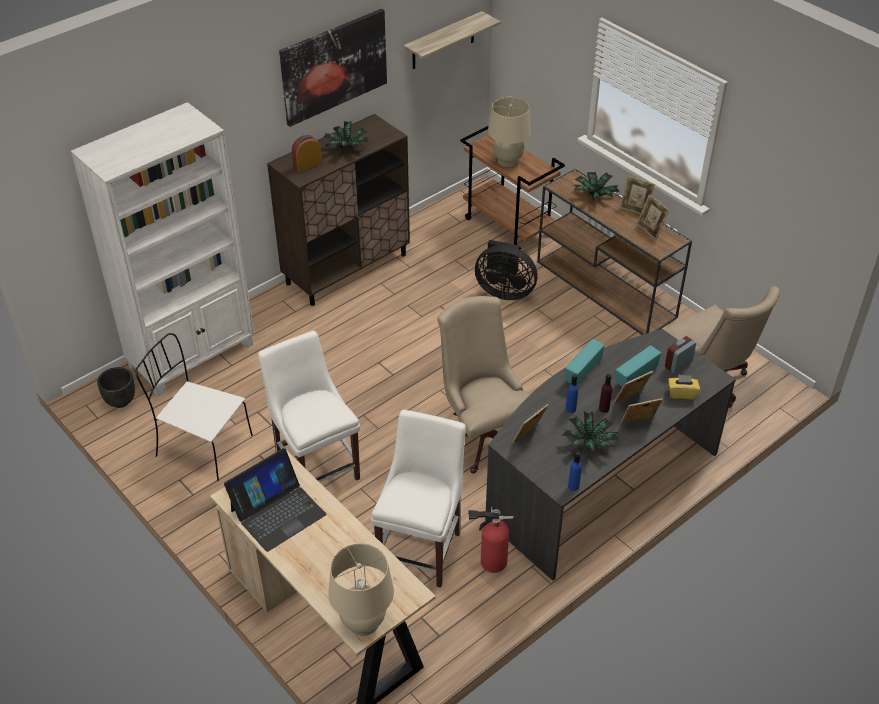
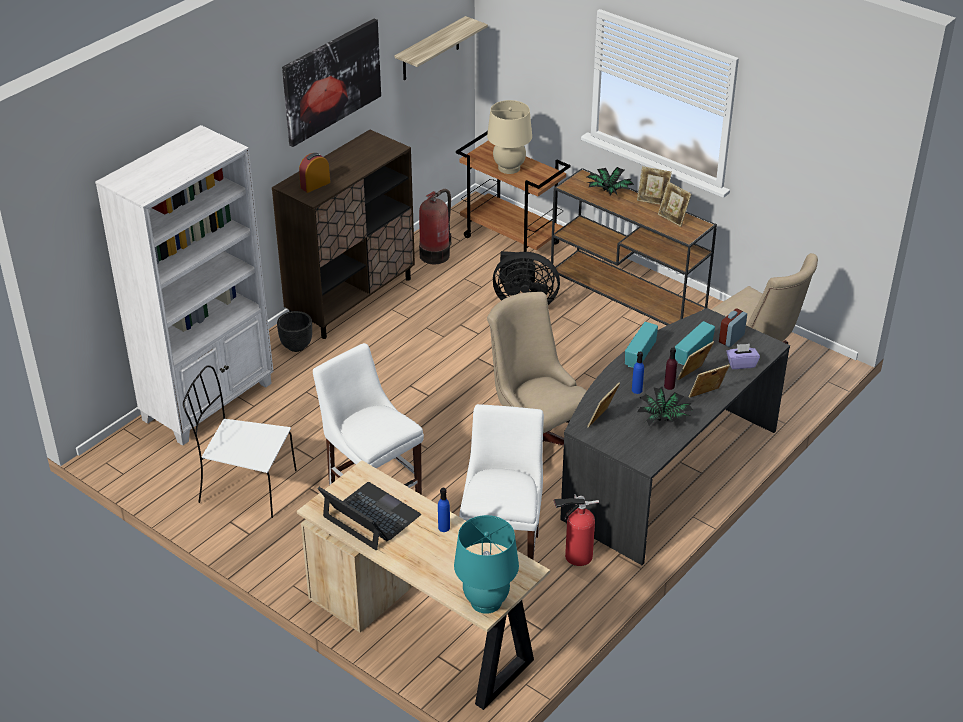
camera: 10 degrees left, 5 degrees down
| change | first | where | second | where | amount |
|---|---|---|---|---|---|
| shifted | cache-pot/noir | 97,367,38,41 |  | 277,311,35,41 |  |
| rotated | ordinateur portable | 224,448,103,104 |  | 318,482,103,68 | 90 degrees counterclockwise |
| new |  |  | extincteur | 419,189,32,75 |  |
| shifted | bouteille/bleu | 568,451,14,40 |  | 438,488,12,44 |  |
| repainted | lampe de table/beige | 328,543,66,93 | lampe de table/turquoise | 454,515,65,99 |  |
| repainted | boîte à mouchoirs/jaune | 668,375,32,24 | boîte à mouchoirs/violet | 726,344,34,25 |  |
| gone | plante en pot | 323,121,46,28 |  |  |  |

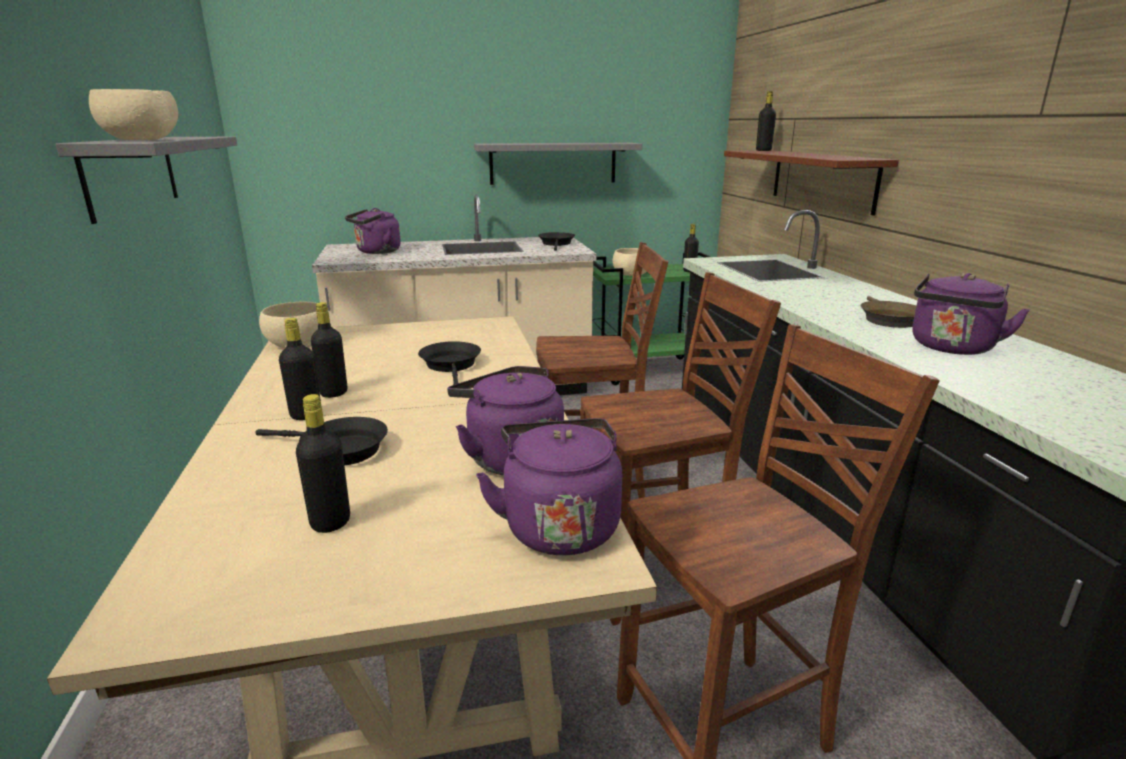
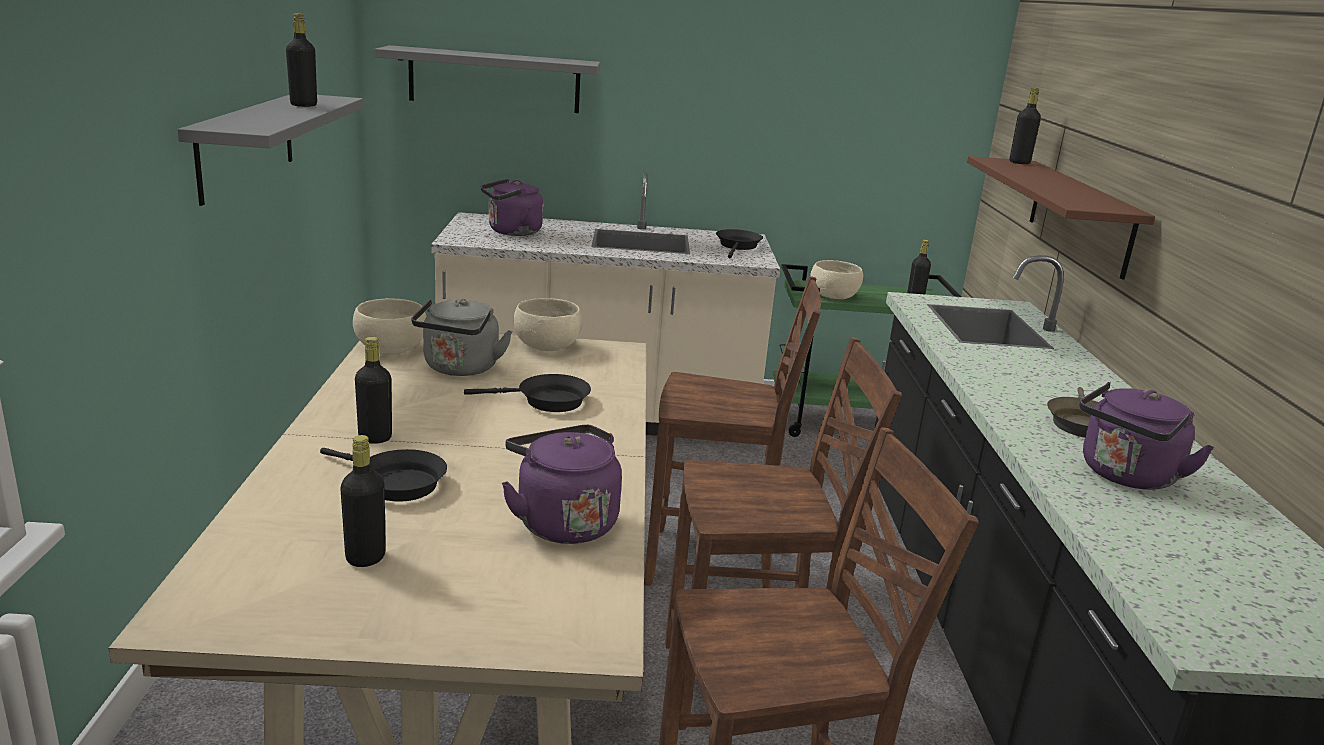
camera: 10 degrees right, 0 degrees up
| change | first | where | second | where | amount |
|---|---|---|---|---|---|
| shifted | bouteille/noir | 311,302,36,96 |  | 286,13,31,94 |  |
| shifted | étagère/gris | 474,143,168,42 |  | 374,45,226,68 |  |
| new |  |  | bouilloire/gris | 411,298,101,78 |  |
| rotated | poêle/noir | 418,341,63,44 |  | 464,374,127,38 | 90 degrees clockwise |
| shifted | bol/beige | 89,89,89,51 |  | 514,298,69,53 |  |
| gone | bouilloire/violet | 476,418,146,137 |  |  |  |

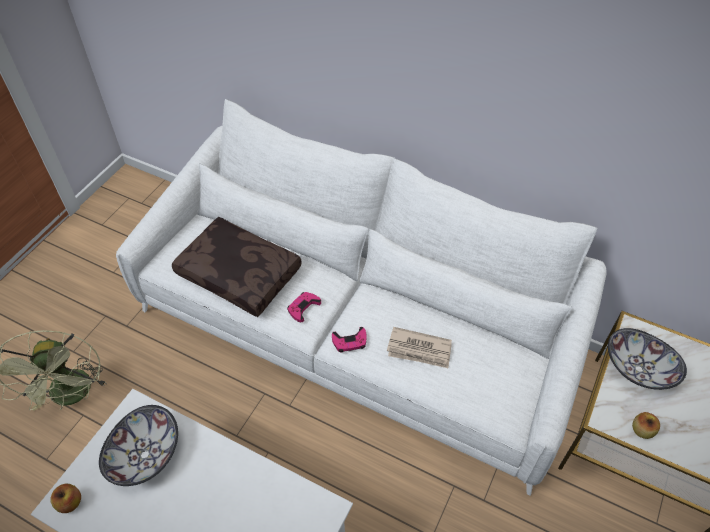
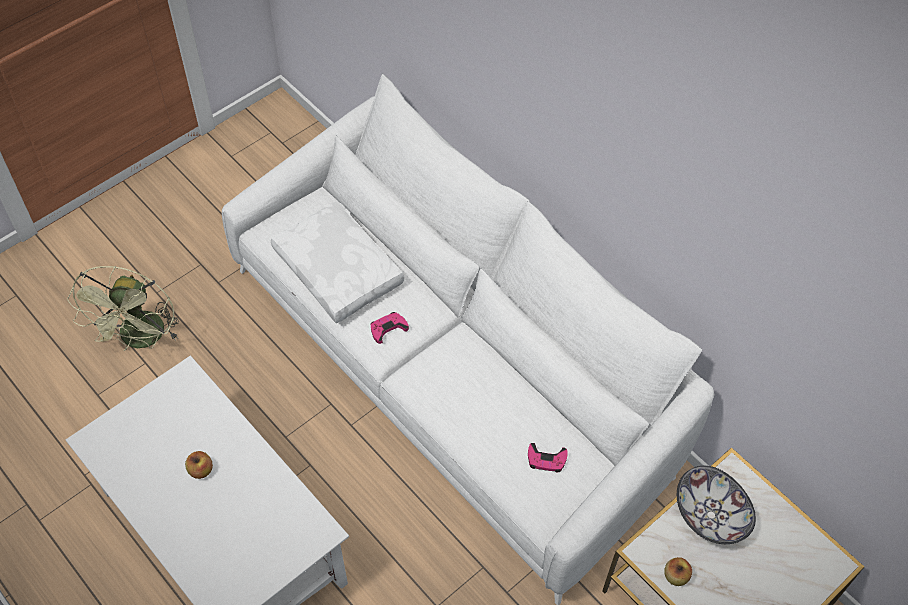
camera: 20 degrees right, 5 degrees up
| change | first | where | second | where | amount |
|---|---|---|---|---|---|
| shifted | pomme | 50,483,31,30 |  | 185,451,28,28 |  |
| repainted | coussin/marron | 172,217,130,100 | coussin/blanc | 271,201,133,123 |  |
| shifted | manette/rose | 332,327,35,25 |  | 528,443,40,29 |  |
| gone | bol | 99,405,79,81 |  |  |  |
| gone | journal | 387,327,65,41 |  |  |  |

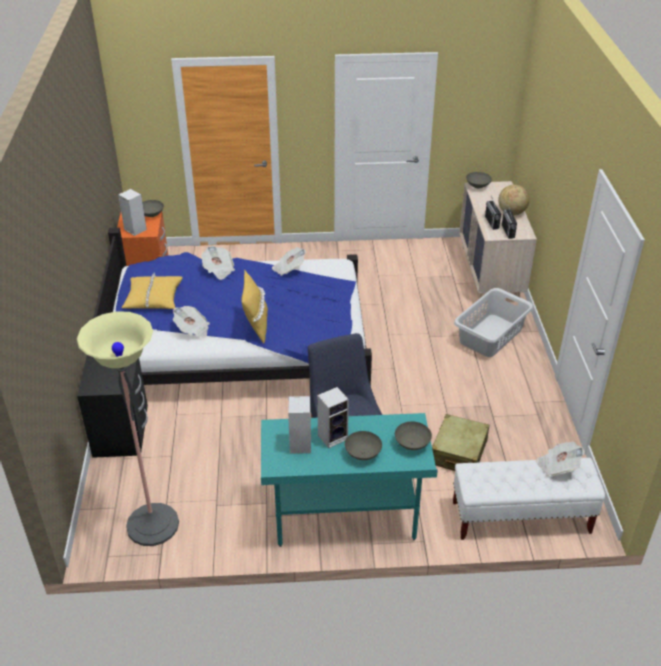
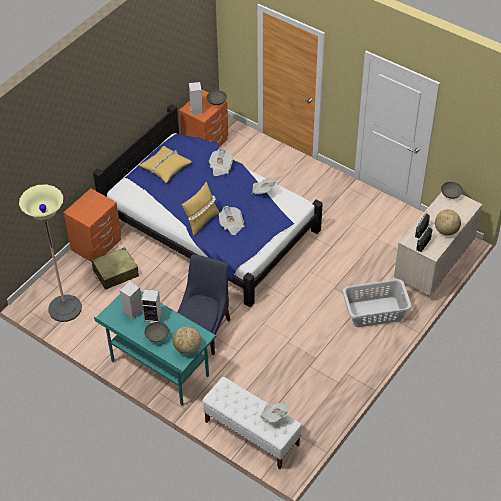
camera: 40 degrees right, 10 degrees up
| change | first | where | second | where | amount |
|---|---|---|---|---|---|
| repainted | table de chevet/noir | 77,355,71,103 | table de chevet/orange | 63,188,59,74 |  |
| shifted | valise/beige | 432,414,57,57 |  | 92,247,47,43 |  |
| swapped | bol/gris | 395,421,37,29 | globe | 173,326,28,28 |  |
| shifted | journal | 173,306,37,32 |  | 219,206,26,29 |  |

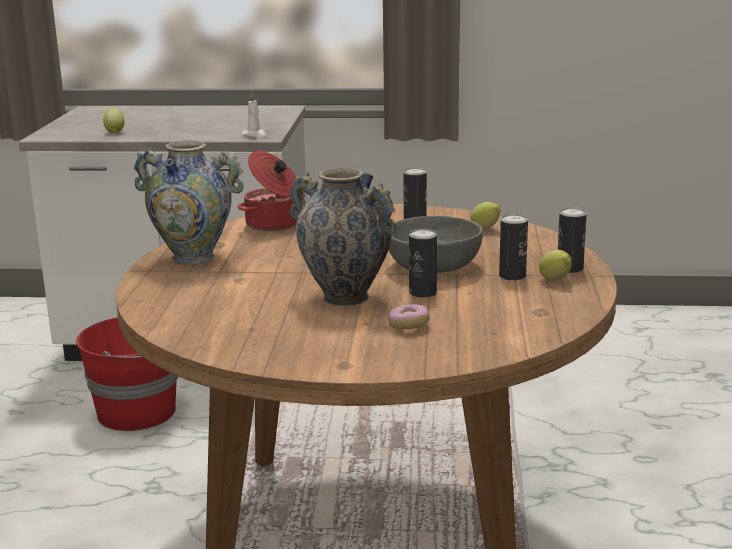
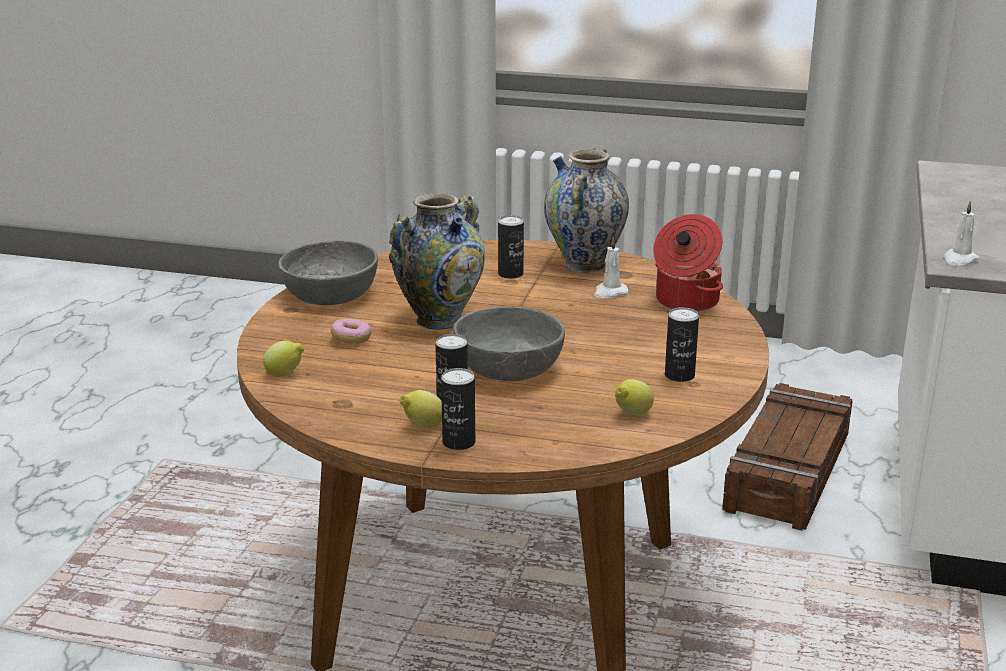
camera: 100 degrees right, 5 degrees up
| change | first | where | second | where | amount |
|---|---|---|---|---|---|
| shifted | citron | 103,108,22,25 |  | 263,340,41,37 |  |
| new |  |  | bol/gris | 278,240,100,65 |  |
| shifted | boîte métallique | 409,229,28,69 |  | 498,215,26,64 |  |
| new |  |  | bougie/blanc | 594,236,34,62 |  |
| swapped | seau/rouge | 76,317,102,114 | caisse | 722,383,131,147 |  |

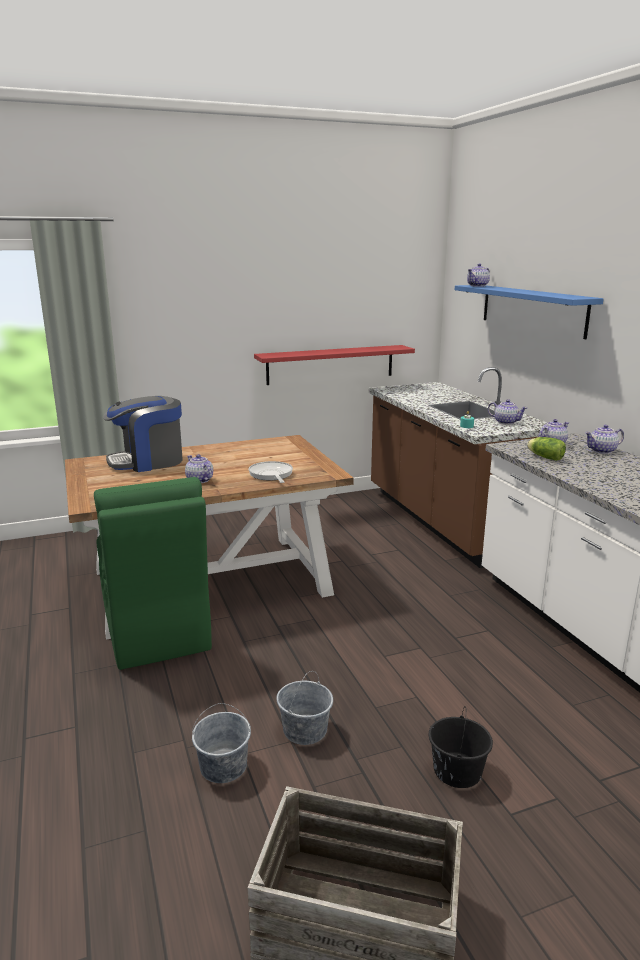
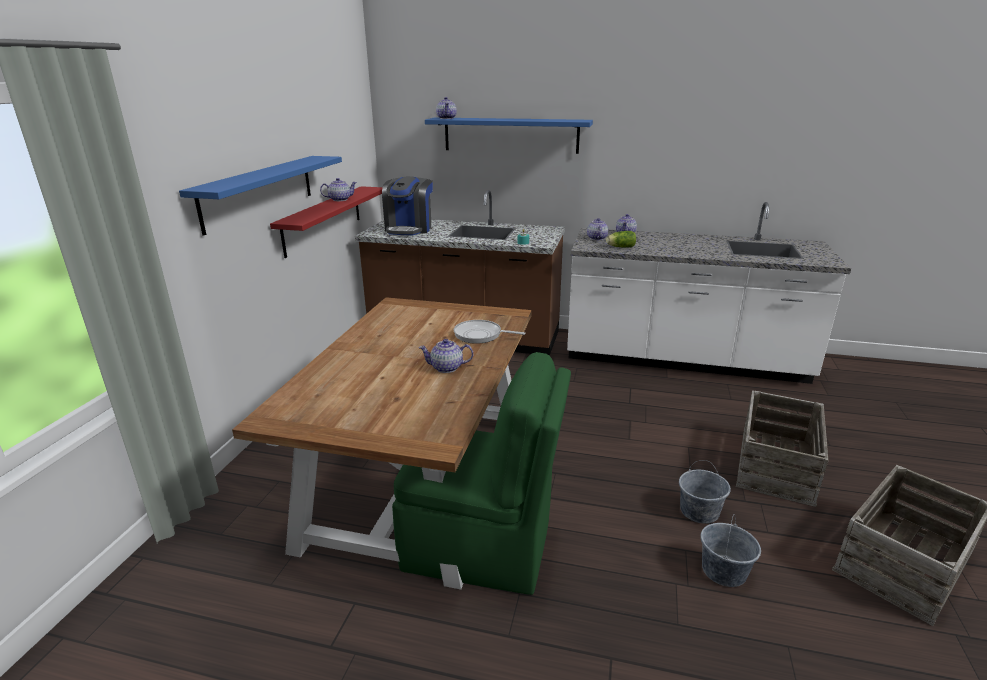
camera: 55 degrees left, 5 degrees up
| change | first | where | second | where | amount |
|---|---|---|---|---|---|
| new |  |  | étagère/bleu | 179,156,163,80 |  |
| shifted | théière | 488,399,39,26 |  | 320,178,37,23 |  |
| shifted | machine à café | 103,396,80,76 |  | 382,176,51,59 |  |
| swapped | seau/noir | 429,706,64,82 | caisse | 736,390,92,117 |  |

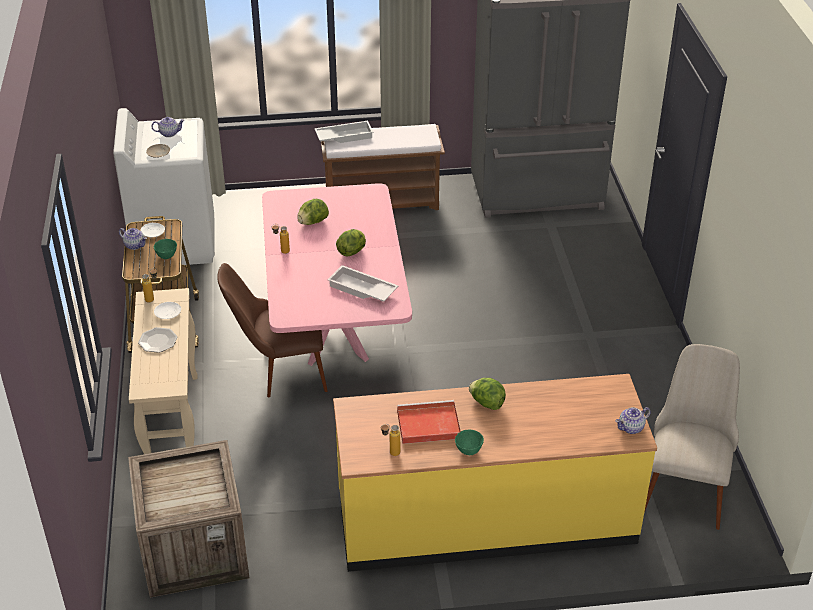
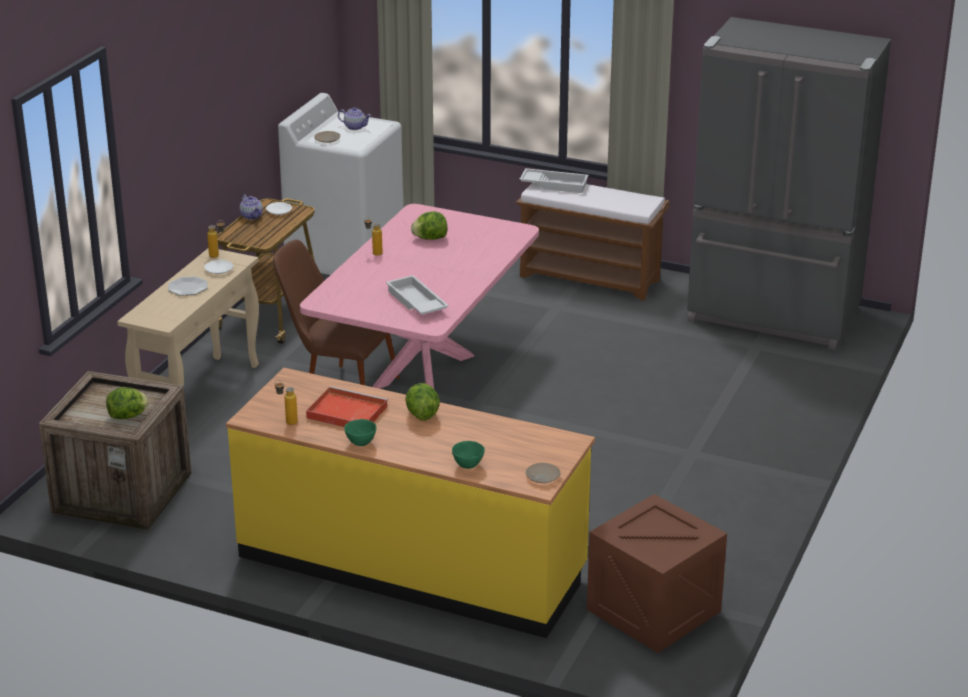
camera: 30 degrees right, 10 degrees down
| change | first | where | second | where | amount |
|---|---|---|---|---|---|
| shifted | laitue | 336,229,30,28 |  | 106,387,43,32 |  |
| shifted | bol/vert | 154,239,23,20 |  | 452,441,33,28 |  |
| swapped | théière | 615,407,35,27 | assiette/beige | 526,463,35,20 |  |
| swapped | chaise/beige | 644,344,96,186 | caisse | 587,494,140,159 |  |

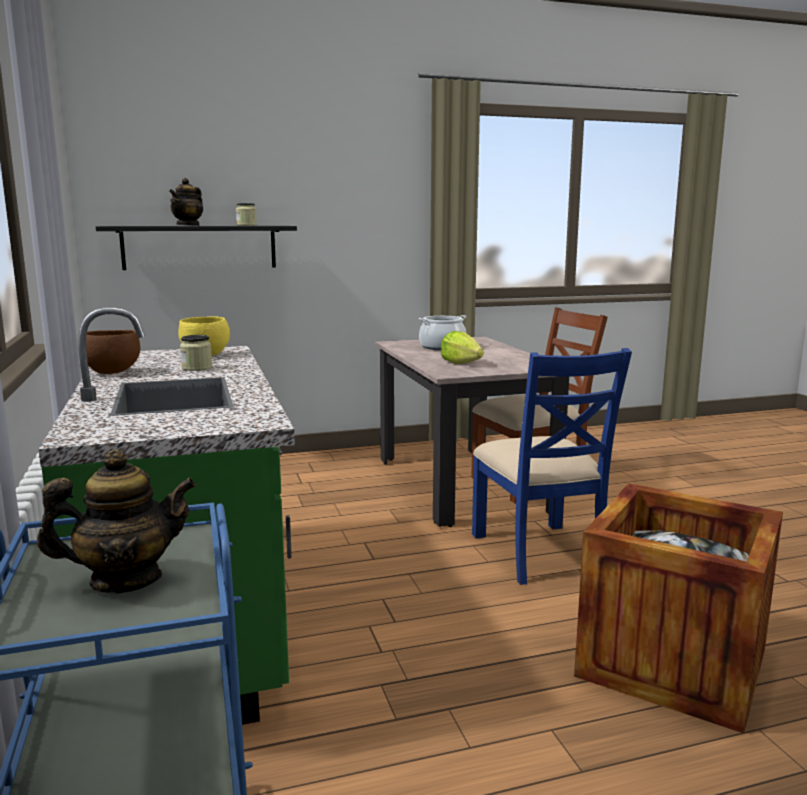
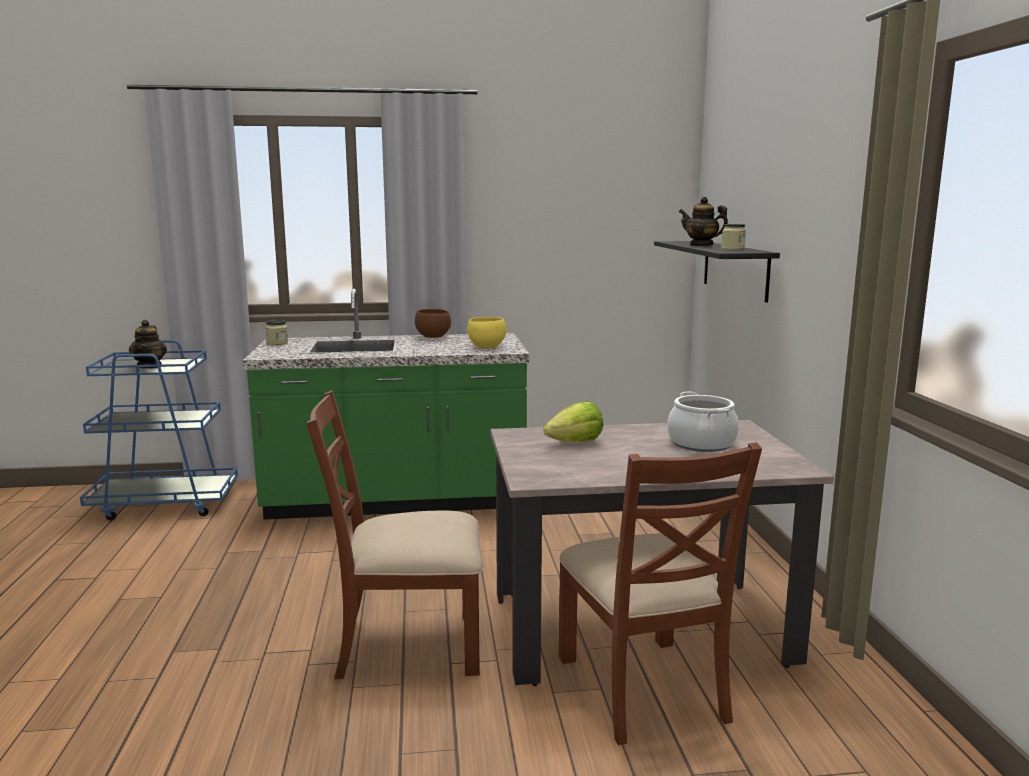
camera: 100 degrees right, 0 degrees up
| change | first | where | second | where | amount |
|---|---|---|---|---|---|
| shifted | bocal | 180,335,32,36 |  | 265,320,23,25 |  |
| repainted | chaise/bleu | 472,348,160,237 | chaise/marron | 306,390,177,289 |  |
| gone | caisse | 574,483,209,250 |  |  |  |

